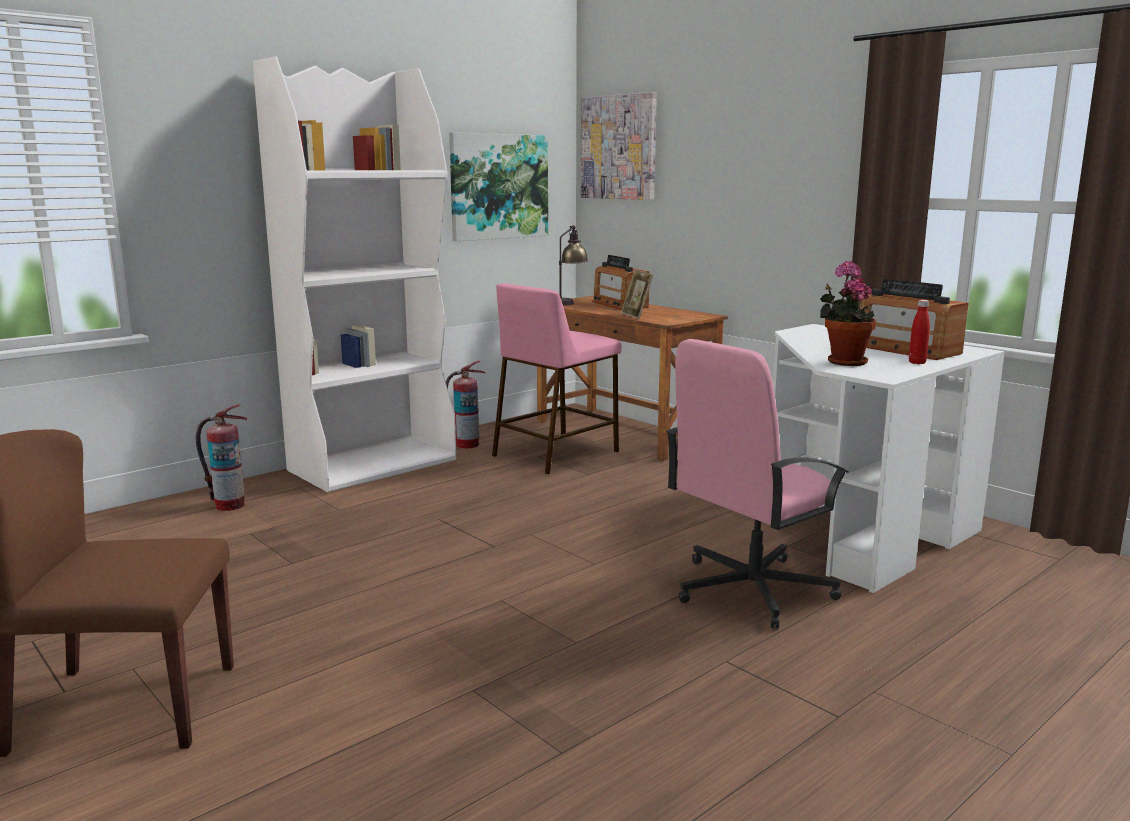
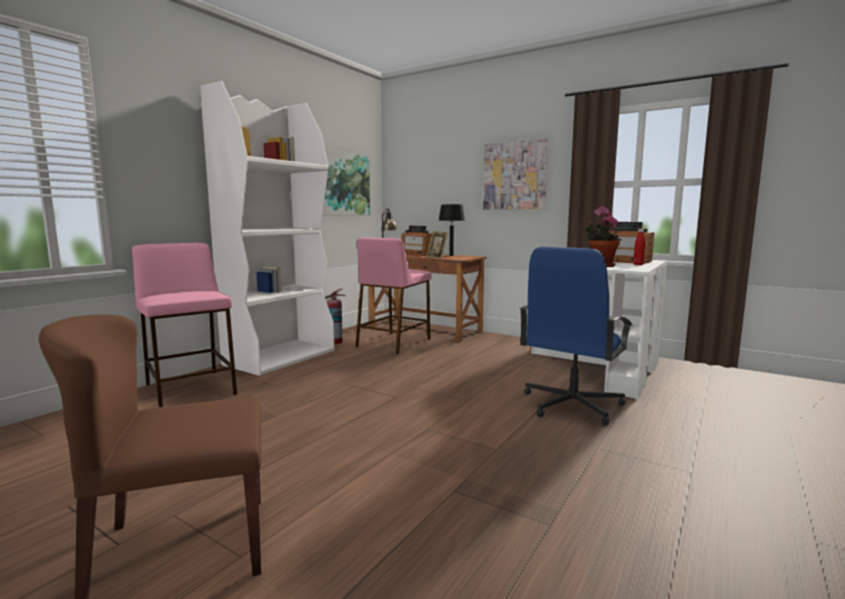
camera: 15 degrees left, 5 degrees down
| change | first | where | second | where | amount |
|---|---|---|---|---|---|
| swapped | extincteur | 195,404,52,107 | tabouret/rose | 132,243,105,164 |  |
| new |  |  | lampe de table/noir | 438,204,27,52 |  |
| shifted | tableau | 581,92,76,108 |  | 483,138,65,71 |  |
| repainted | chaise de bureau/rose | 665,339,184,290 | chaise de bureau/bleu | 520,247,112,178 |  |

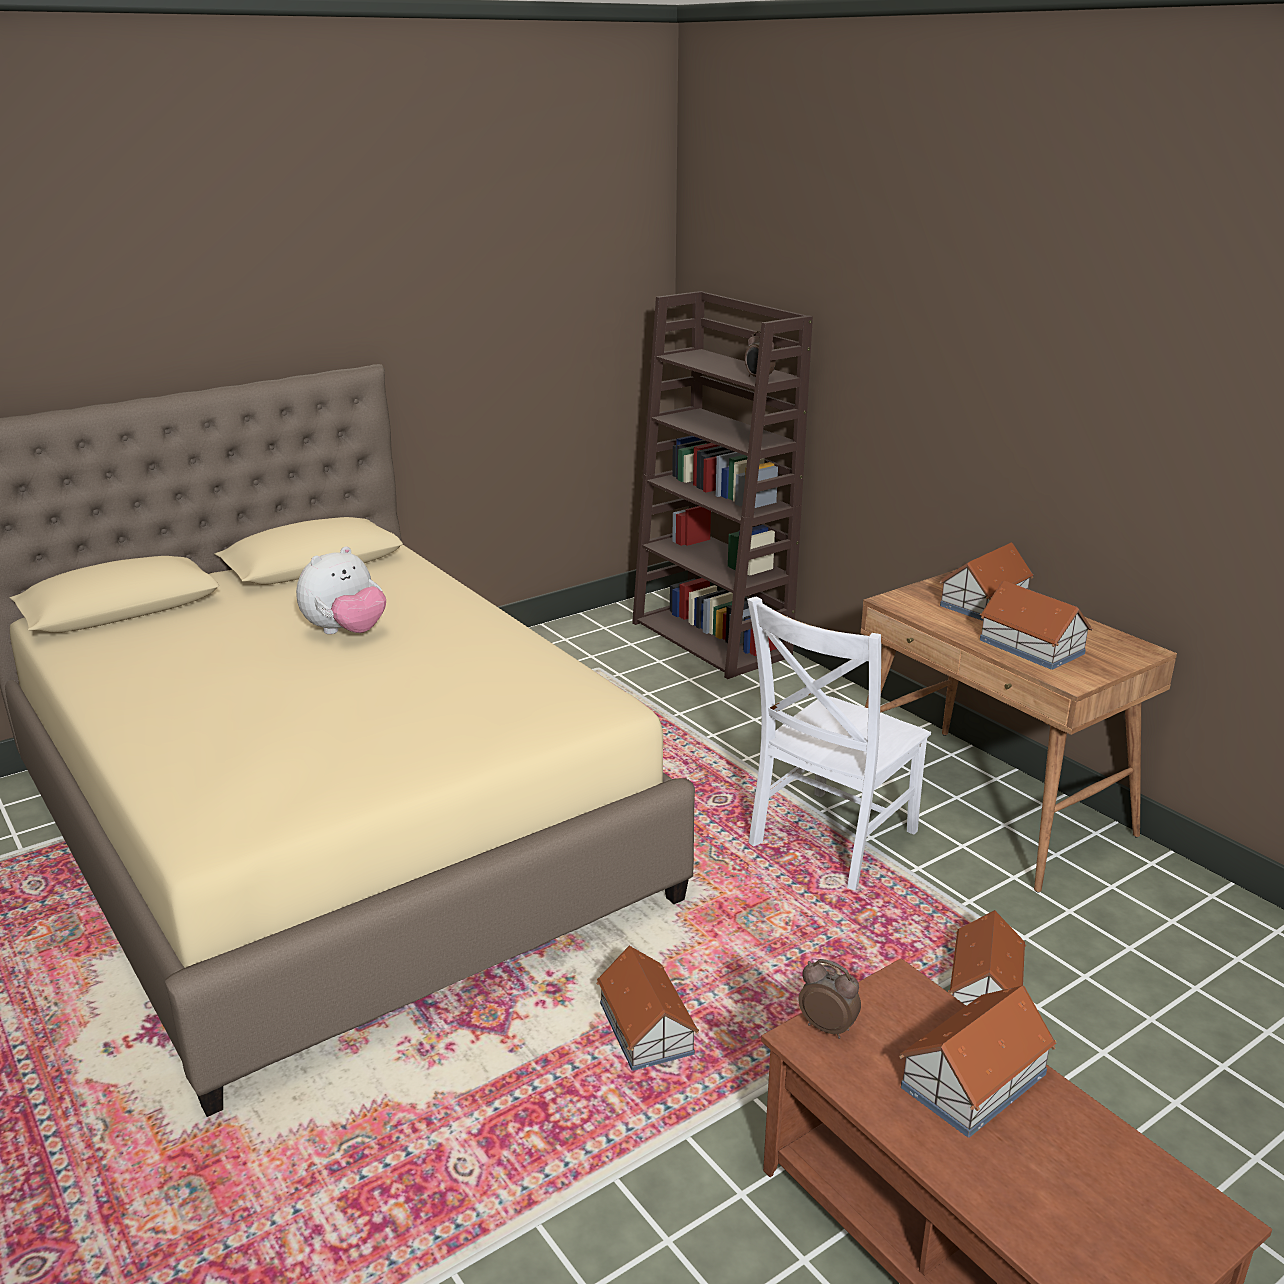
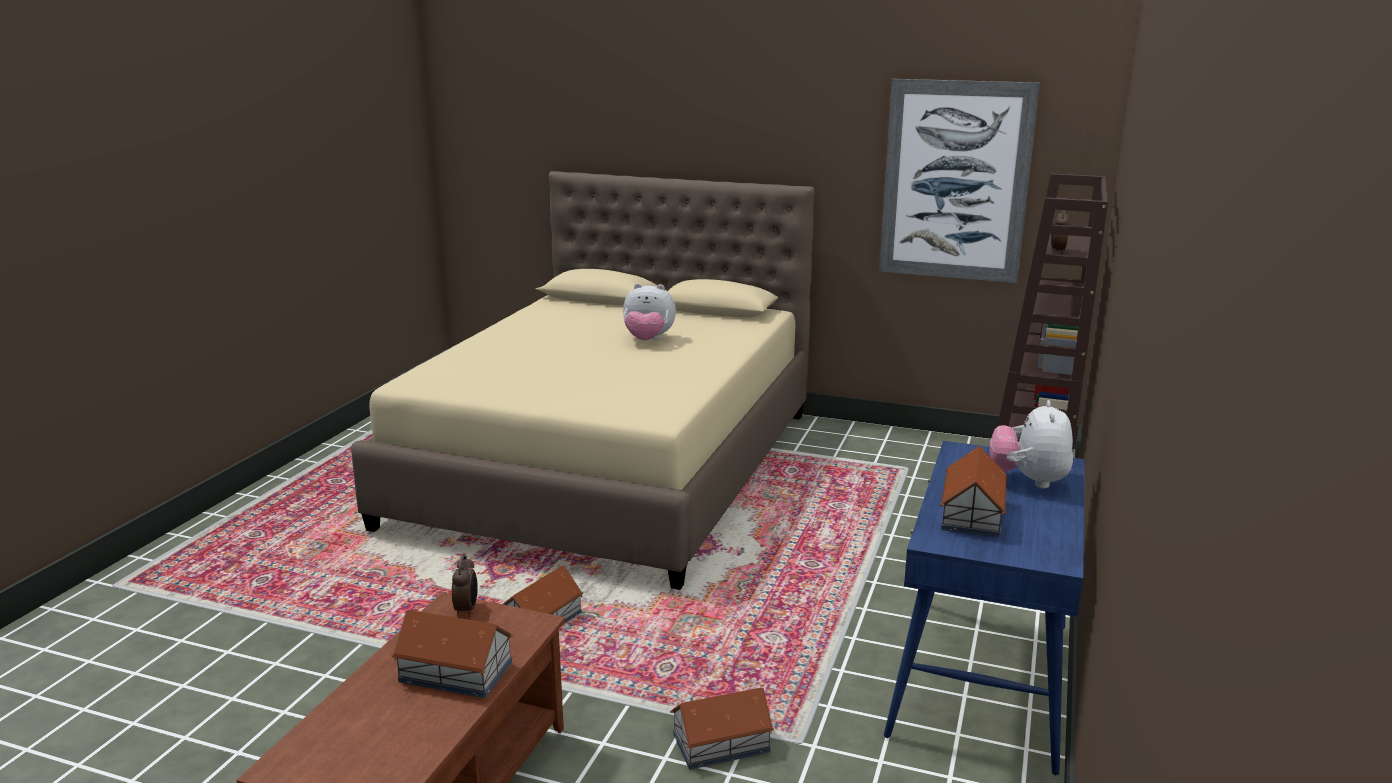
camera: 55 degrees right, 5 degrees down
| change | first | where | second | where | amount |
|---|---|---|---|---|---|
| new |  |  | tableau | 879,79,161,204 |  |
| repainted | bureau/marron | 861,569,316,323 | bureau/bleu | 884,441,201,334 |  |
| swapped | maison miniature | 940,542,94,79 | peluche | 989,400,84,88 |  |
| gone | chaise/blanc | 747,596,184,294 |  |  |  |

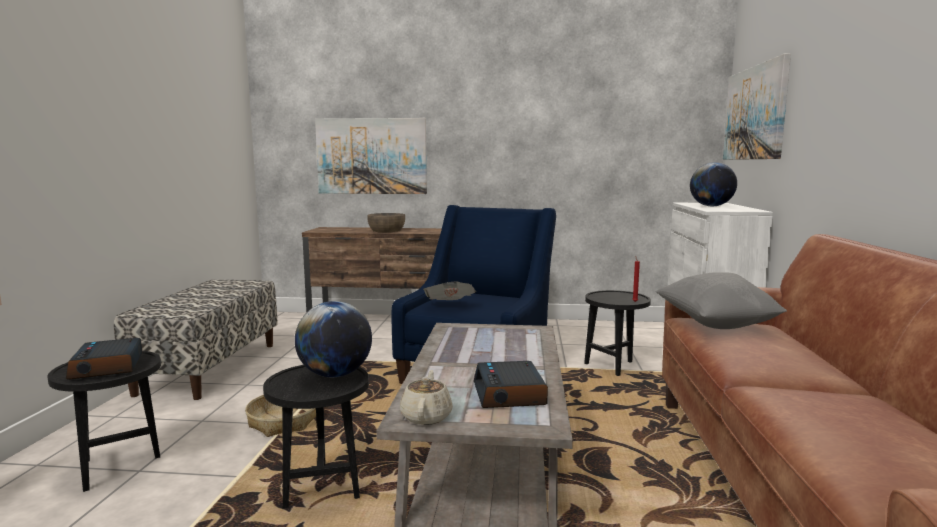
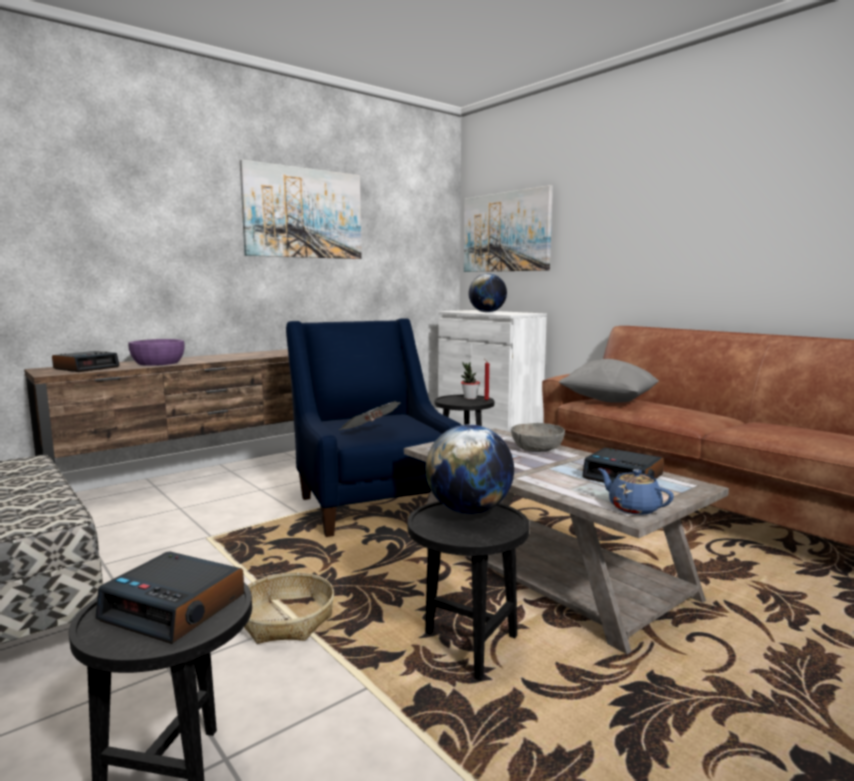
camera: 45 degrees left, 0 degrees up
| change | first | where | second | where | amount |
|---|---|---|---|---|---|
| new |  |  | réveil | 52,351,68,21 |  |
| repainted | bol/marron | 367,213,38,19 | bol/violet | 128,339,57,27 |  |
| shifted | tableau | 315,118,112,76 |  | 240,160,122,99 |  |
| new |  |  | plante en pot | 461,362,19,37 |  |
| new |  |  | bol/gris | 511,423,54,29 |  |
| repainted | théière/beige | 400,370,53,55 | théière/bleu | 598,468,76,47 |  |

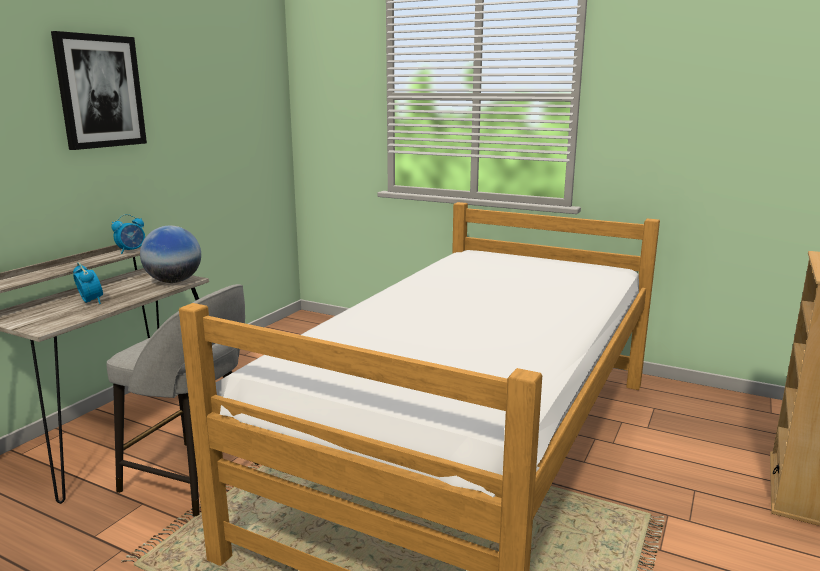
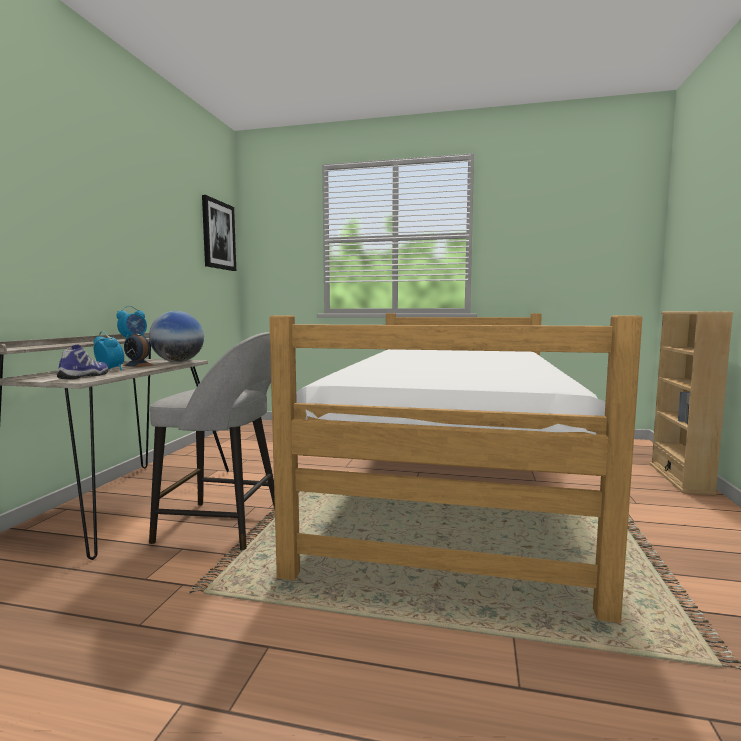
camera: 15 degrees left, 10 degrees down
| change | first | where | second | where | amount |
|---|---|---|---|---|---|
| new |  |  | chaussure | 57,345,51,34 |  |
| new |  |  | réveil | 123,334,30,33 |  |
| shifted | tableau | 51,31,96,119 |  | 202,195,34,76 |  |

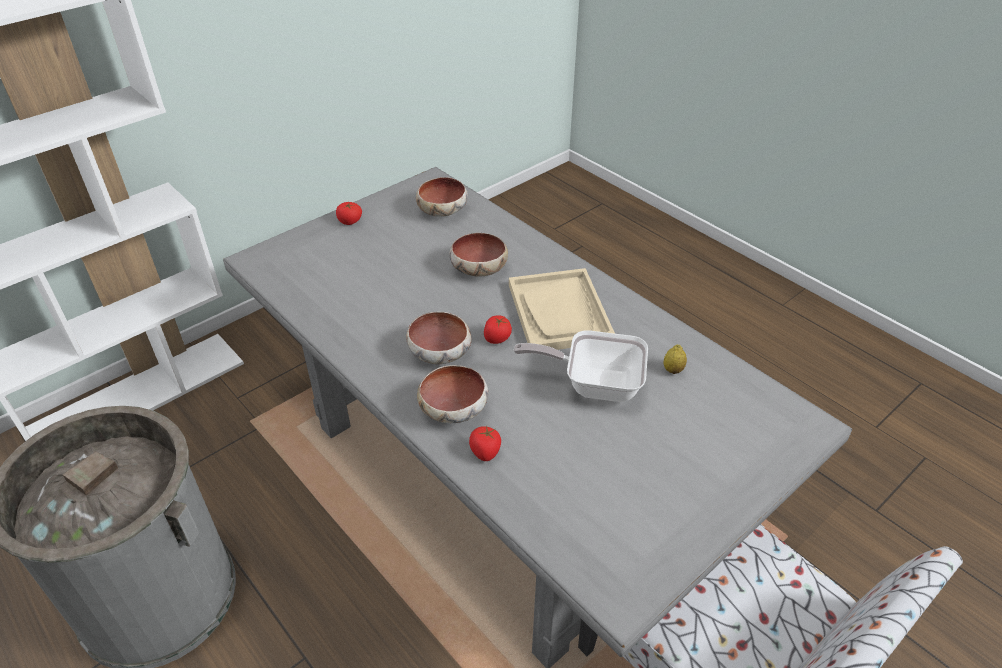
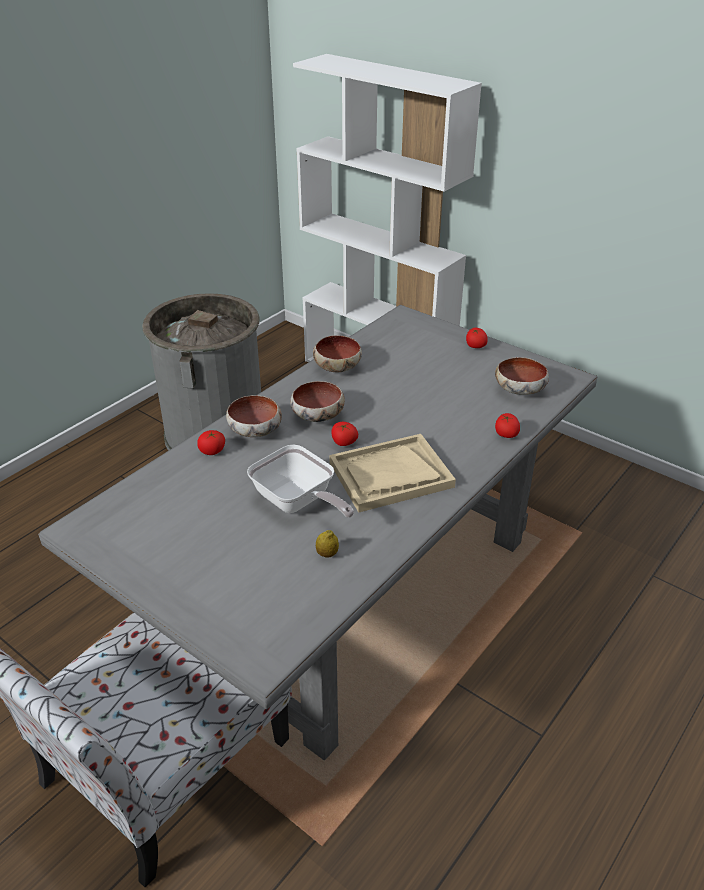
camera: 80 degrees right, 5 degrees down
| change | first | where | second | where | amount |
|---|---|---|---|---|---|
| rotated | poêle | 513,330,135,72 |  | 247,444,107,74 | 135 degrees clockwise |
| shifted | bol | 449,233,59,44 |  | 313,335,49,37 |  |
| new |  |  | tomate | 495,413,25,25 |  |

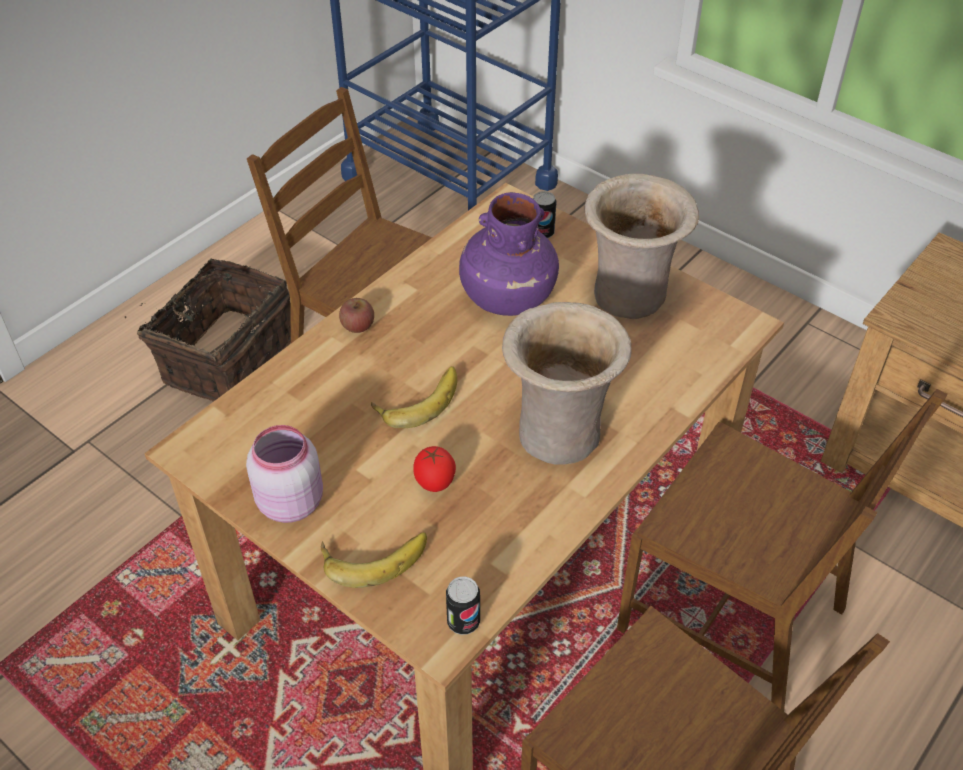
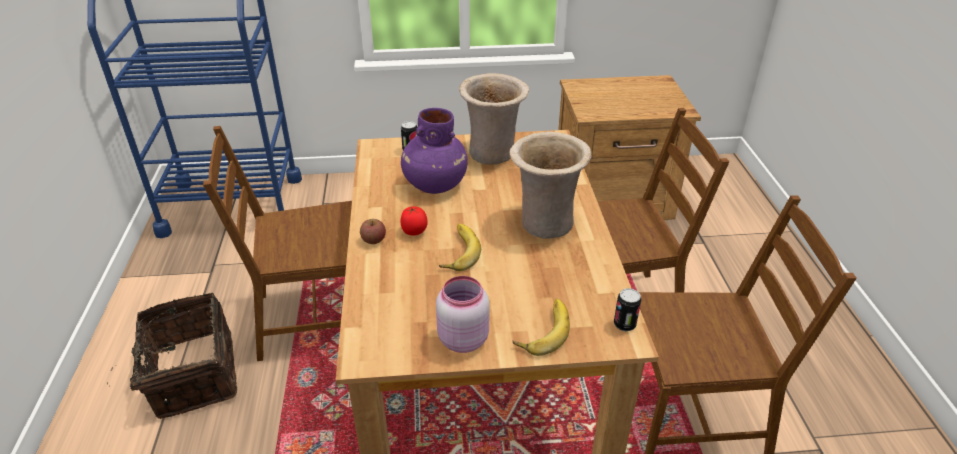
camera: 45 degrees left, 10 degrees down
| change | first | where | second | where | amount |
|---|---|---|---|---|---|
| shifted | tomate | 413,446,43,46 |  | 400,206,28,30 |  |

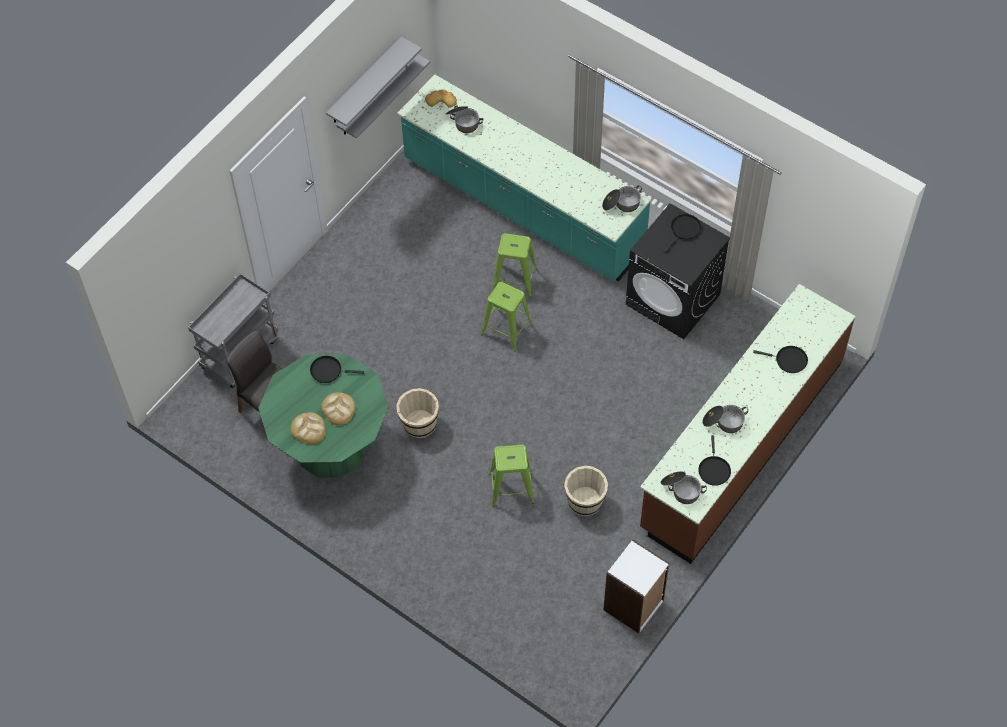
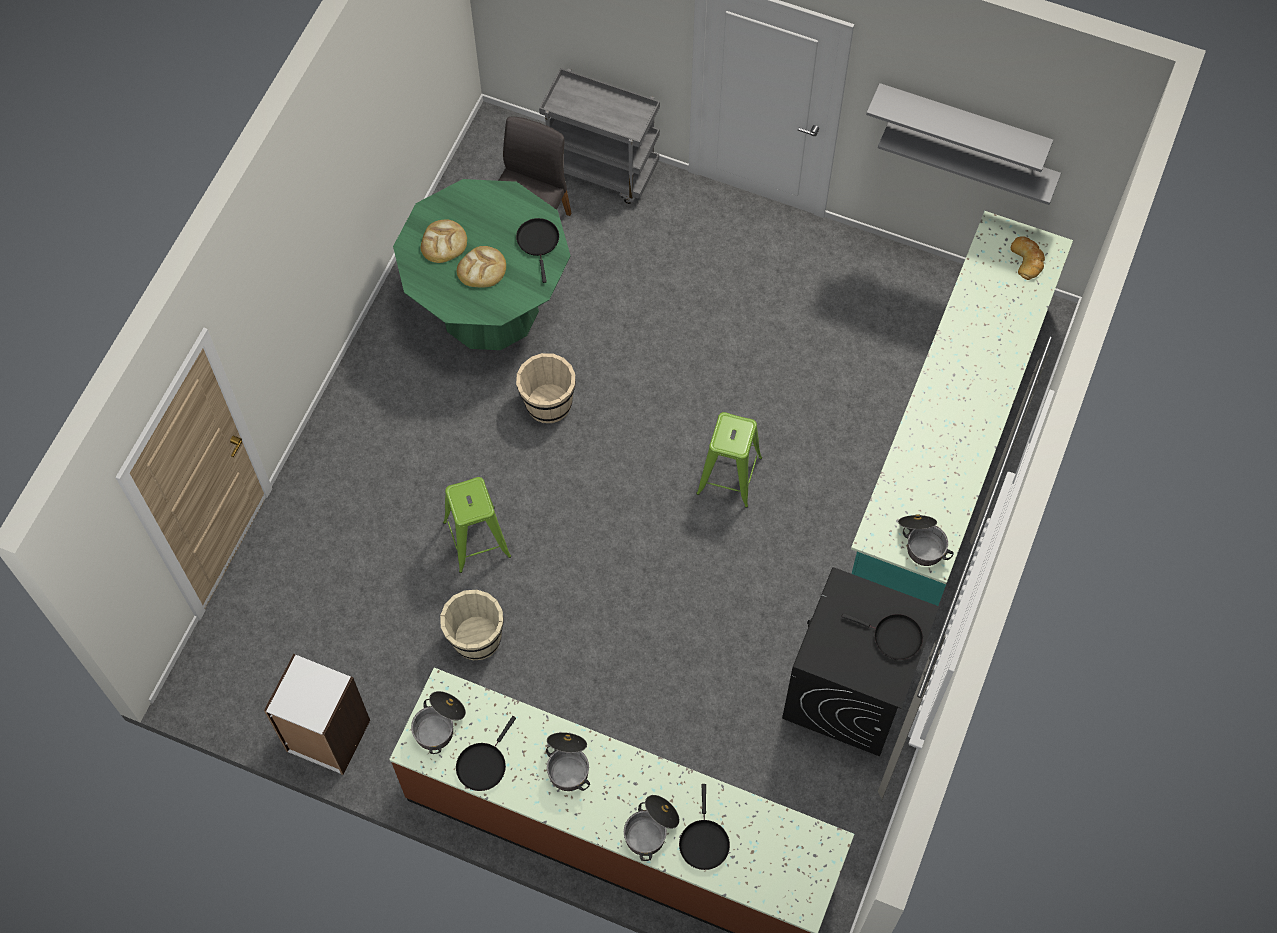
camera: 75 degrees right, 5 degrees up
| change | first | where | second | where | amount |
|---|---|---|---|---|---|
| rotated | poêle/noir | 698,435,33,51 |  | 456,716,60,75 | 45 degrees counterclockwise |
| shifted | marmite | 446,106,38,27 |  | 624,795,55,66 |  |
| gone | tabouret/vert | 492,233,45,64 |  |  |  |

